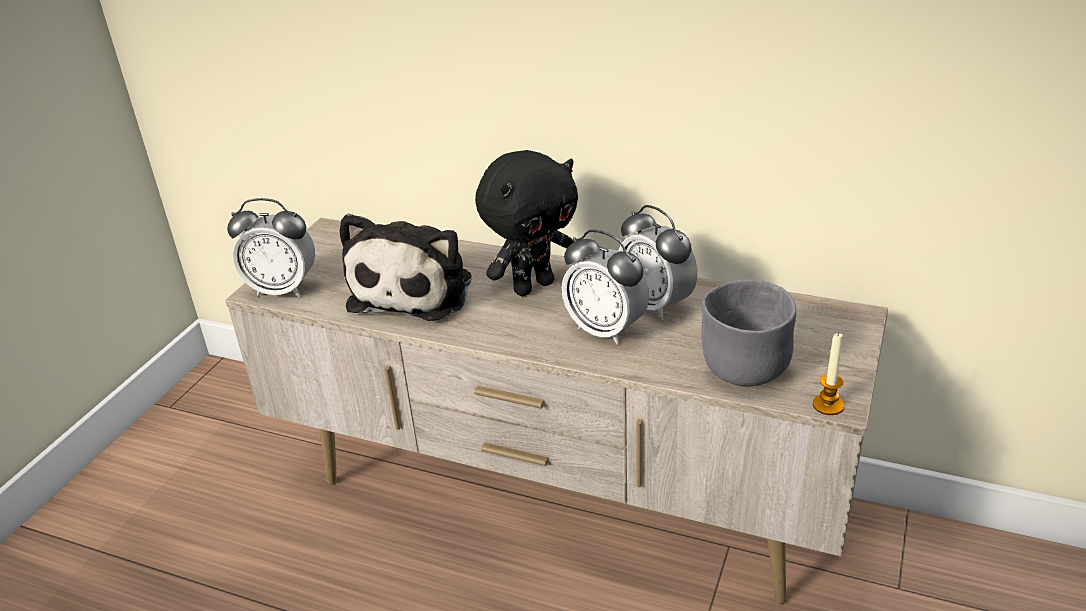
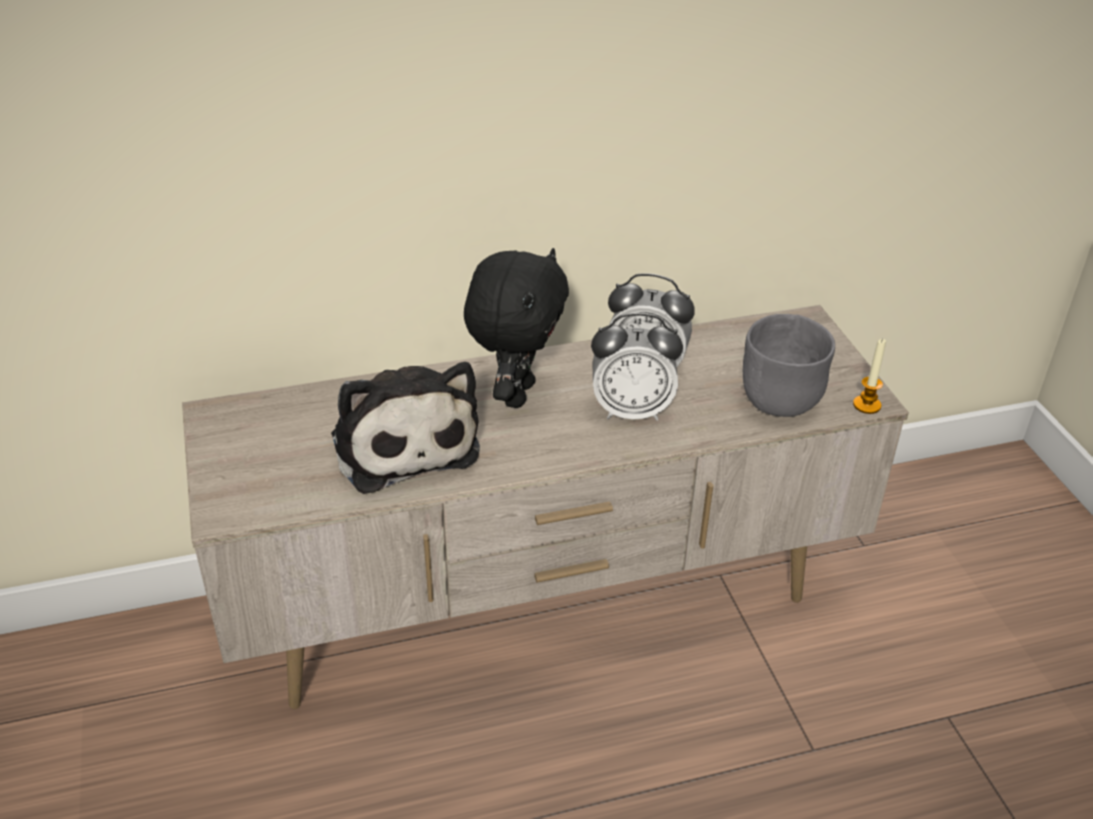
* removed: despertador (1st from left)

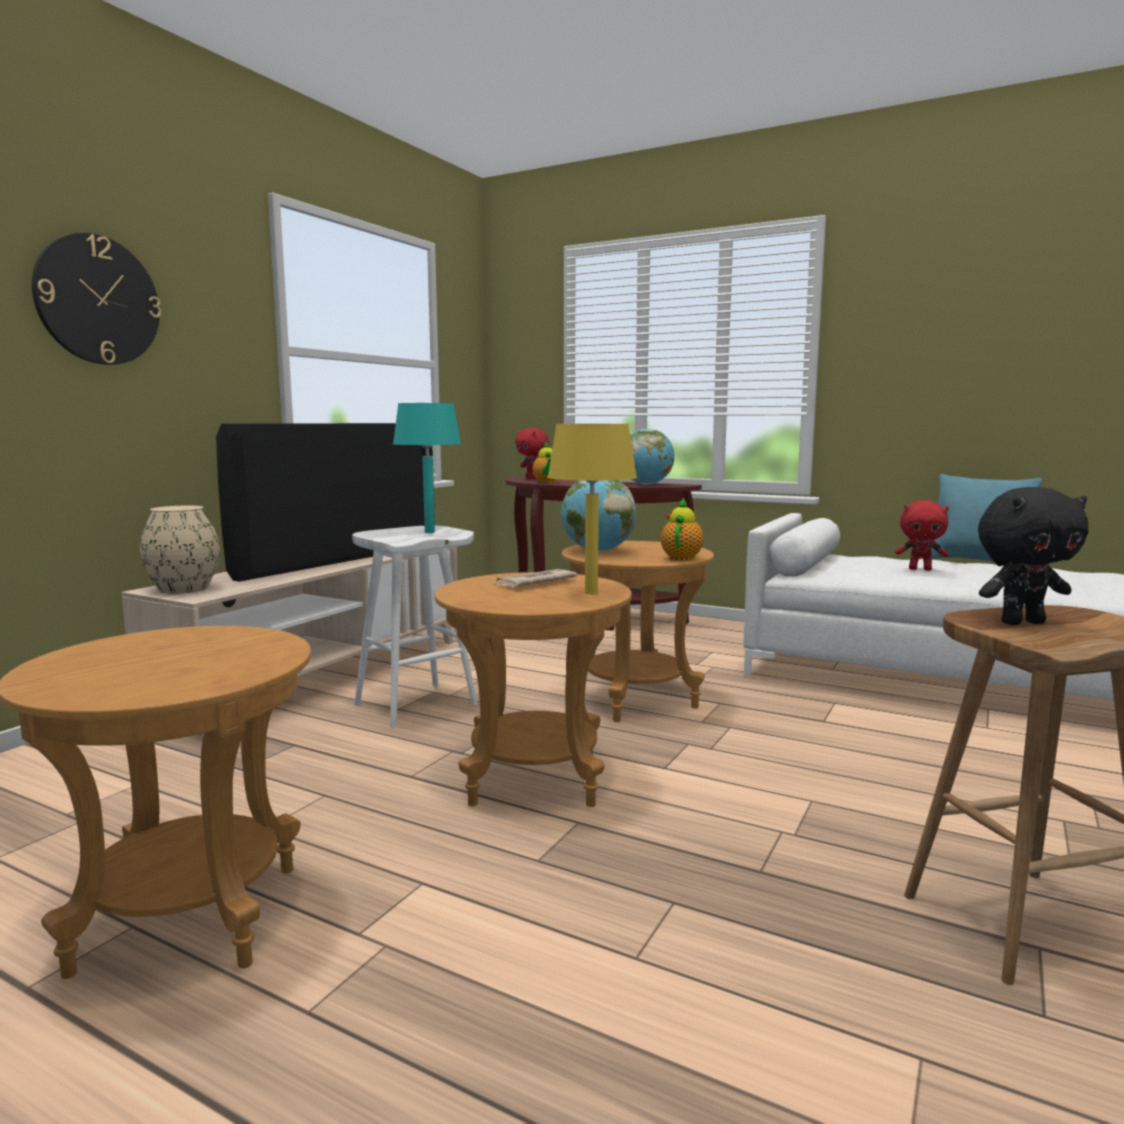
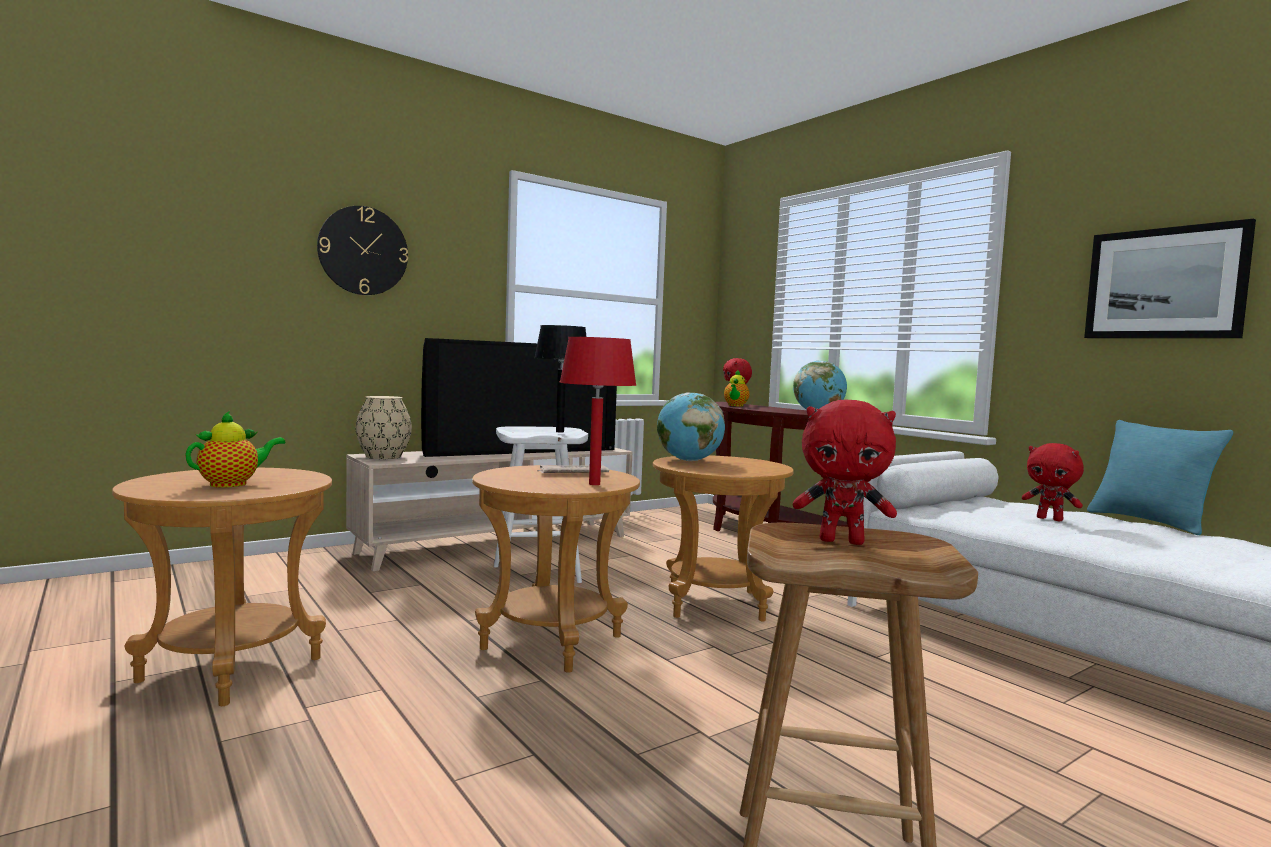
* recoloured: lámpara de mesa (turquesa) to lámpara de mesa (negro)
* recoloured: lámpara de mesa (amarillo) to lámpara de mesa (rojo)
* moved: tetera (2nd from left in the first image) to tetera (1st from left)
* recoloured: peluche (negro) to peluche (rojo) (2nd from left)
* added: cuadro

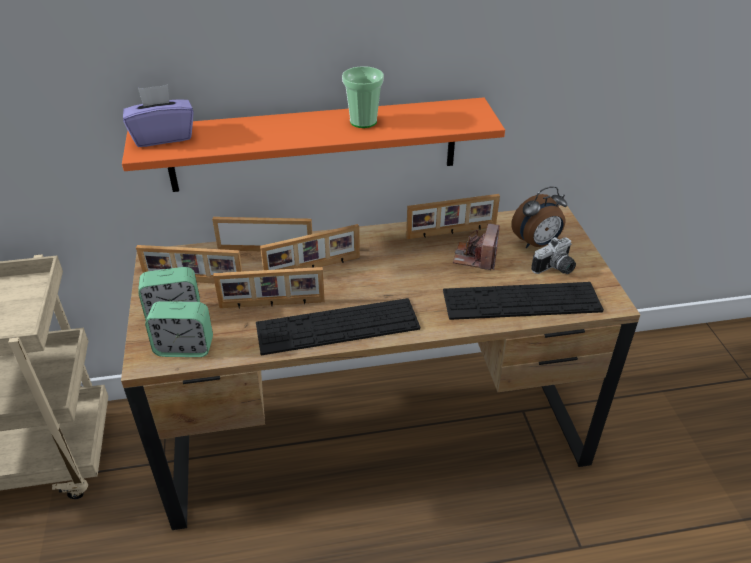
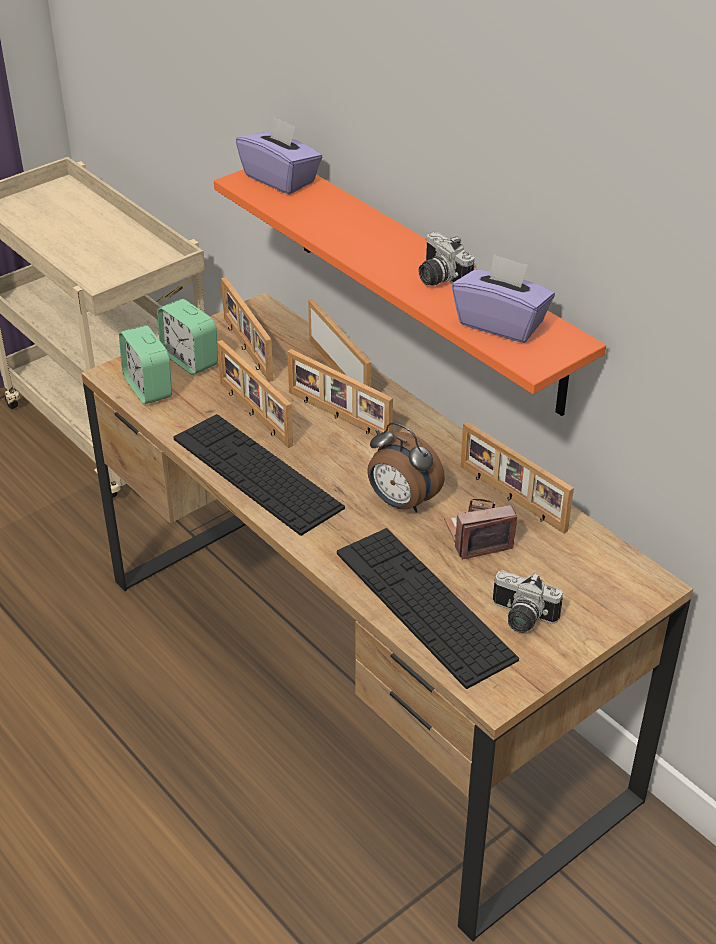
* replaced: taza to cámara (1st from left)
* moved: despertador (3rd from left)
* added: caja de pañuelos (morado) (2nd from left)

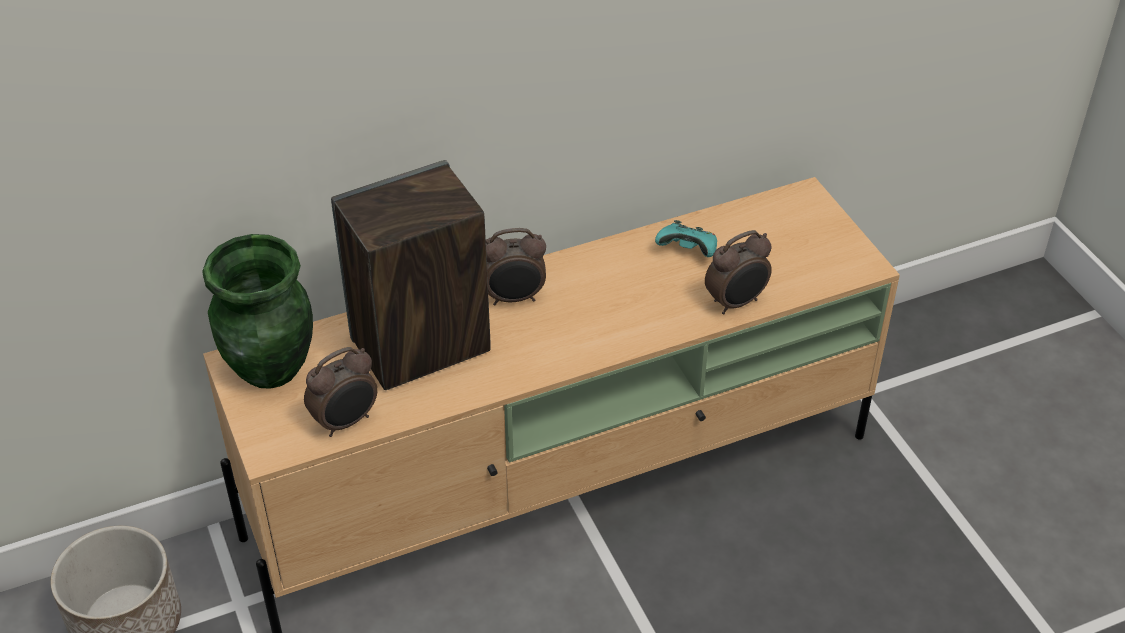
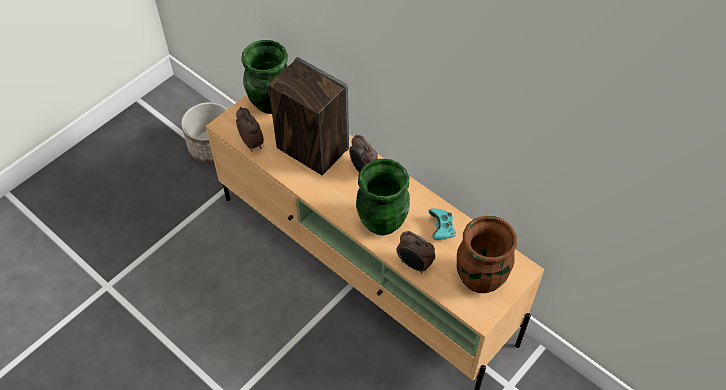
* turned: despertador (1st from left) 150 degrees counterclockwise
* added: florero (verde) (2nd from left)
* added: florero (marrón)

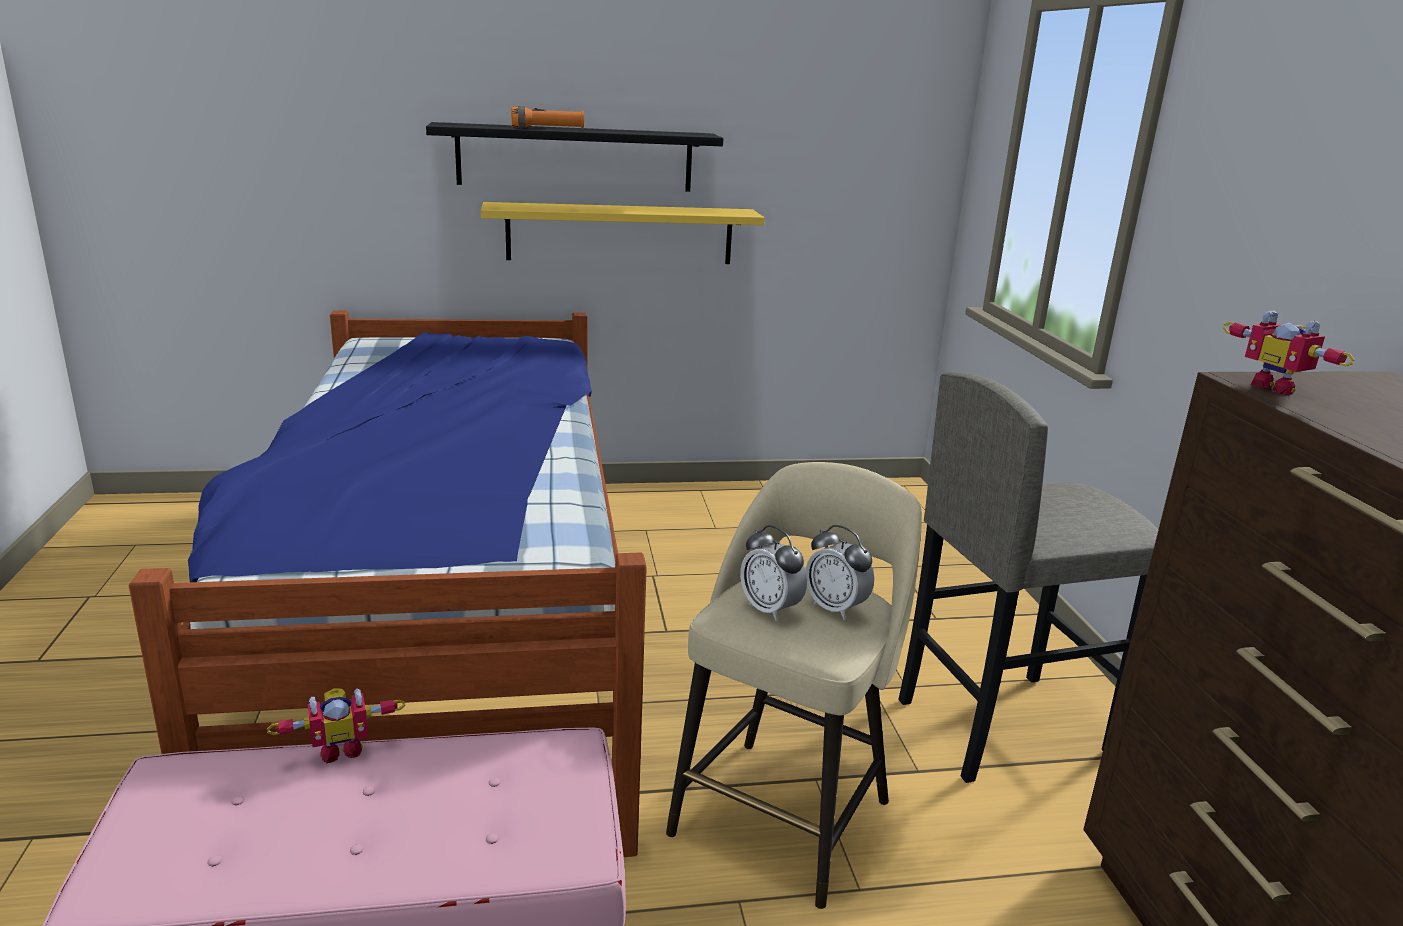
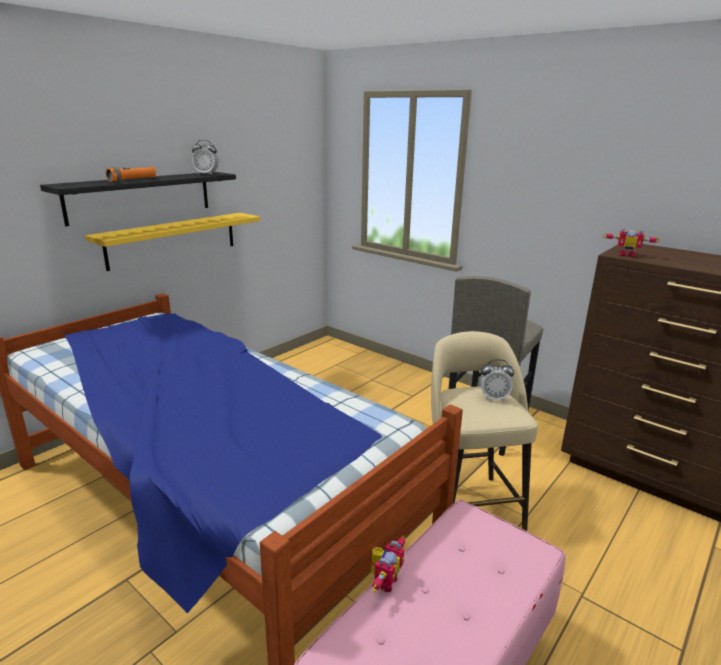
* moved: despertador (1st from left)

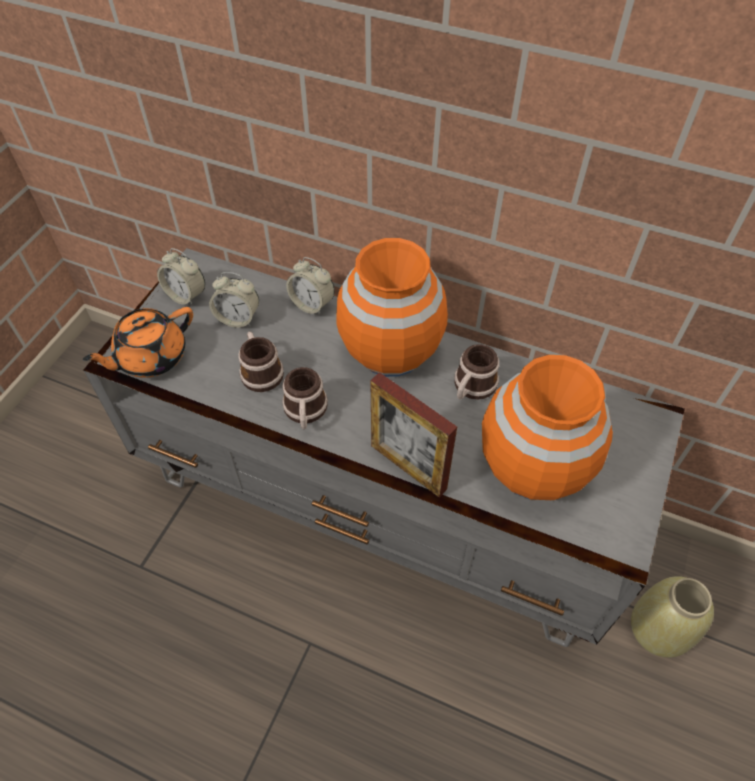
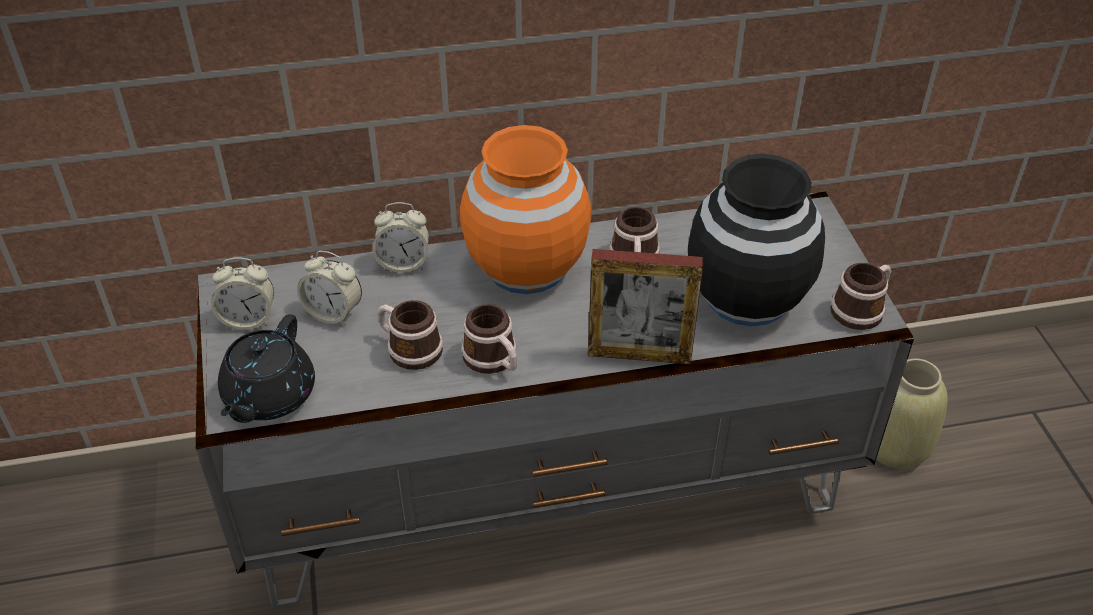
* recoloured: tetera (naranja) to tetera (negro)
* turned: despertador (2nd from left) 45 degrees clockwise
* recoloured: florero (naranja) (2nd from left) to florero (negro)
* added: taza grande (4th from left)

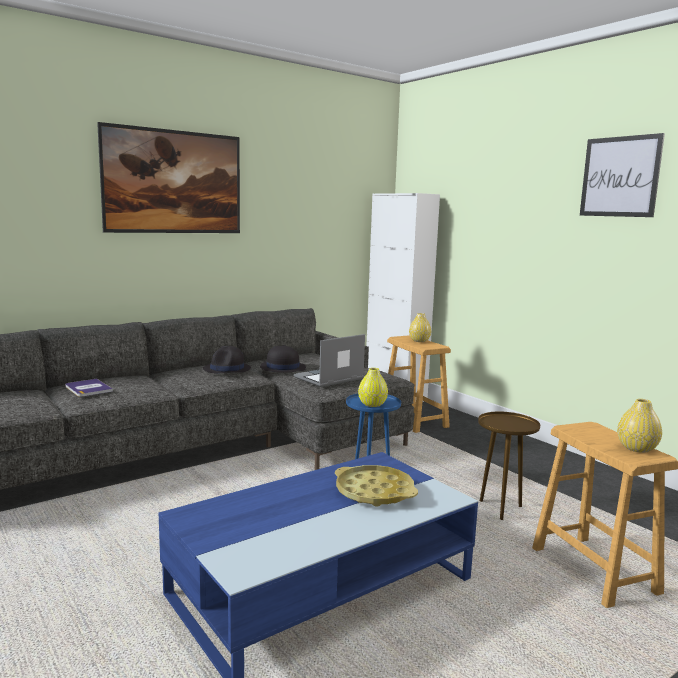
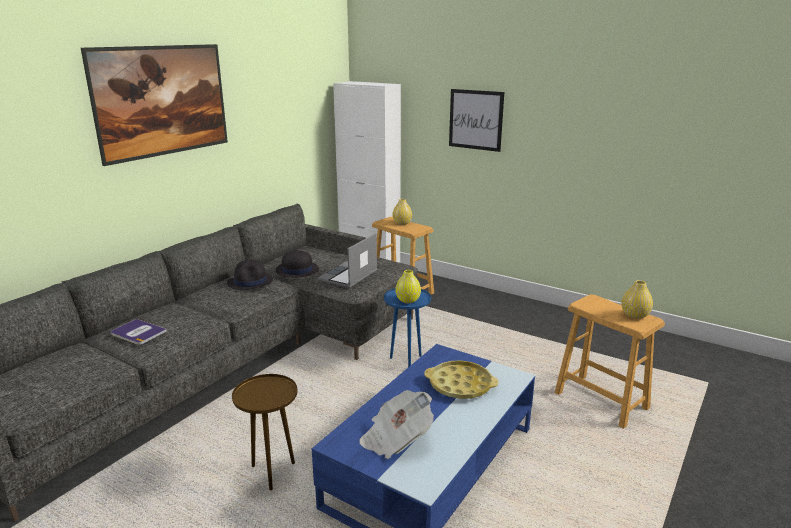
* moved: mesa auxiliar (marrón)
* moved: cuadro (2nd from left)
* added: periódico

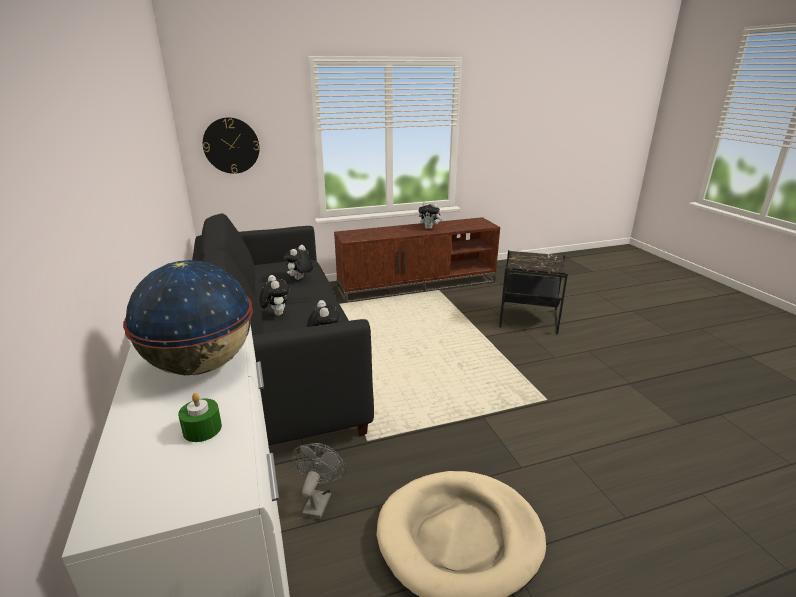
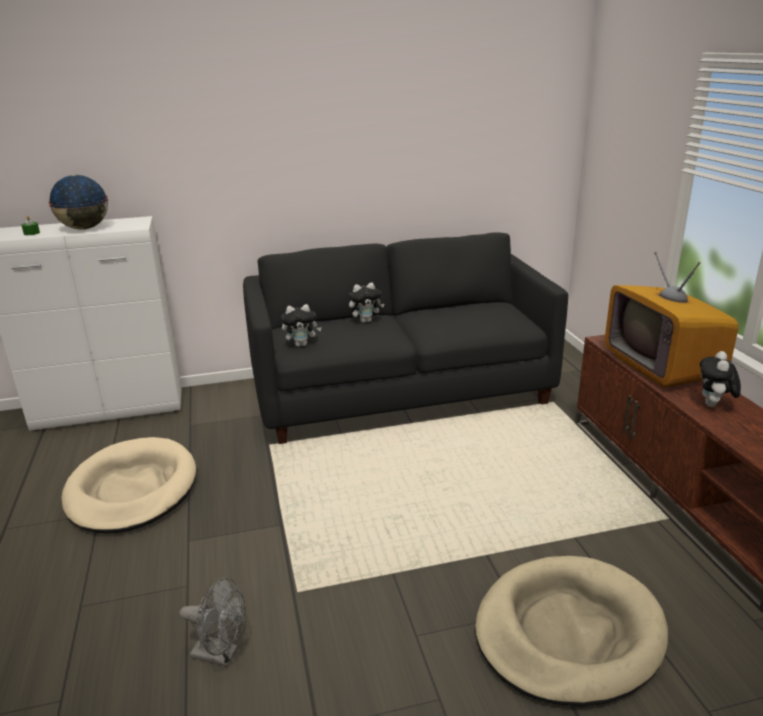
* removed: reloj de pared
* removed: peluche (2nd from left)
* moved: ventilador (gris)
* replaced: mesa auxiliar (negro) to cama para perro (beis) (2nd from left)
* added: televisor

